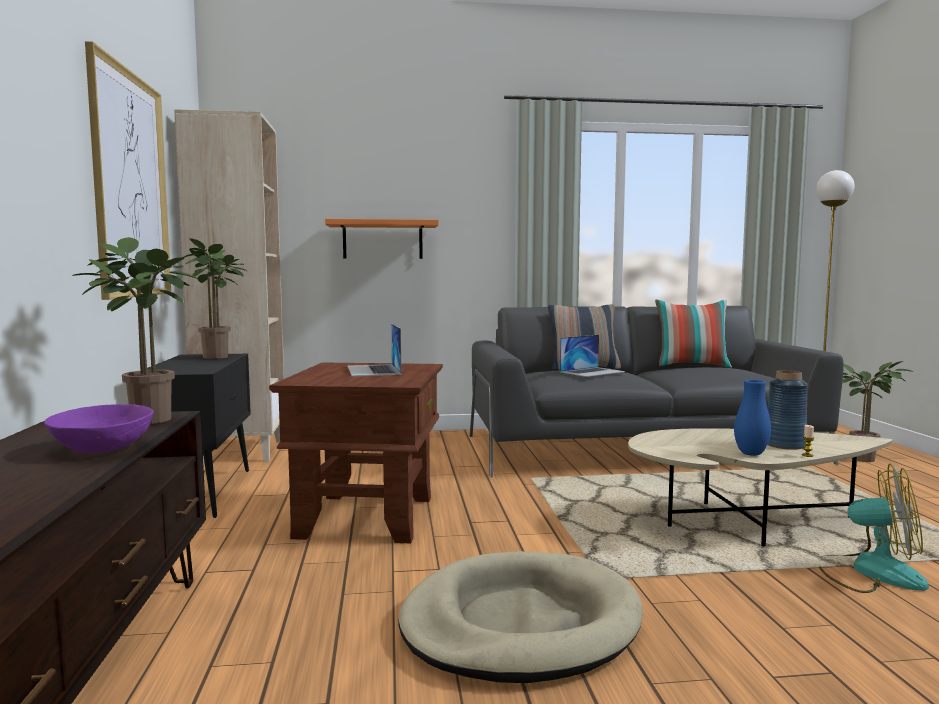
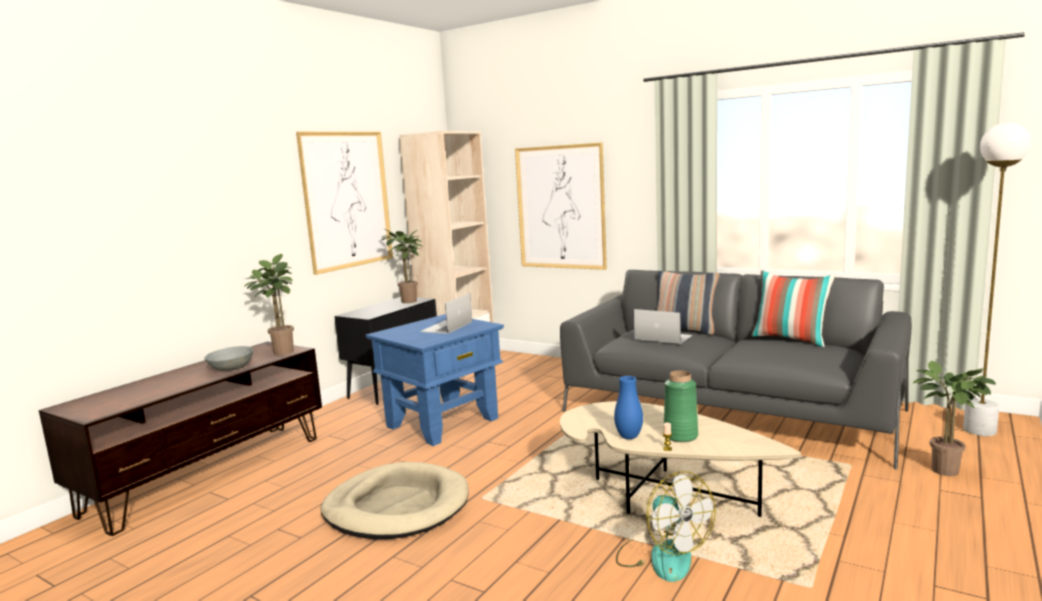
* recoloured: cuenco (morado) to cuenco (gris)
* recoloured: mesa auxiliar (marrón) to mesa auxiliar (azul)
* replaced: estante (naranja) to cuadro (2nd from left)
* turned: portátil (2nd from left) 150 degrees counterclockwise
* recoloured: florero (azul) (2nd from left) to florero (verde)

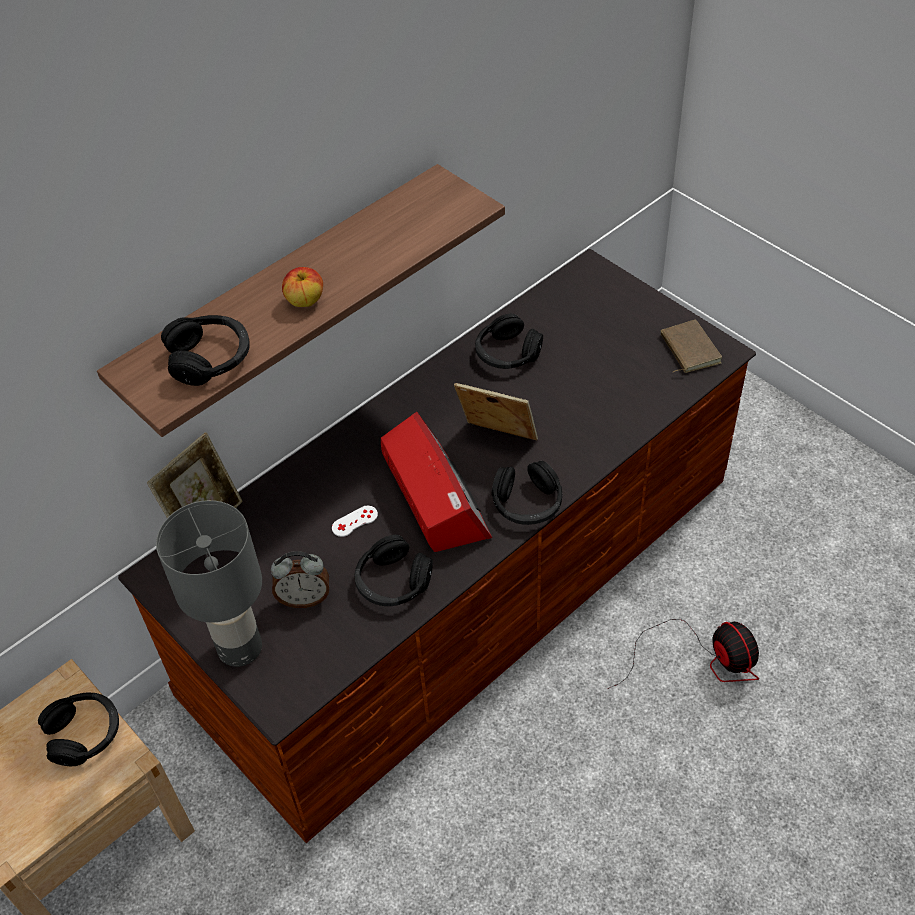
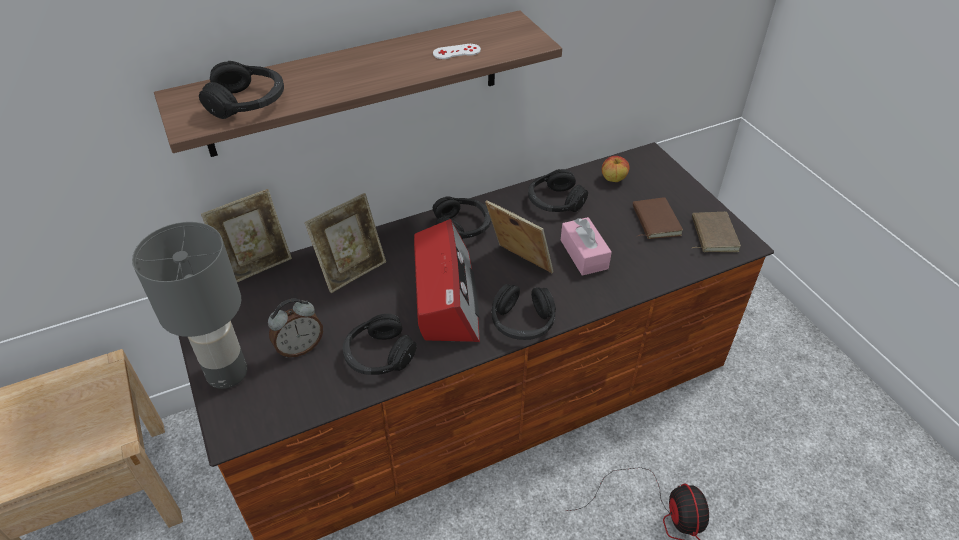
* moved: auriculares (negro) (1st from left in the first image) to auriculares (negro) (3rd from left)
* turned: despertador 45 degrees counterclockwise
* moved: manzana
* moved: mando de consola (blanco)
* added: portarretratos (2nd from left)
* added: caja de pañuelos (rosa)
* added: libro (marrón) (1st from left)

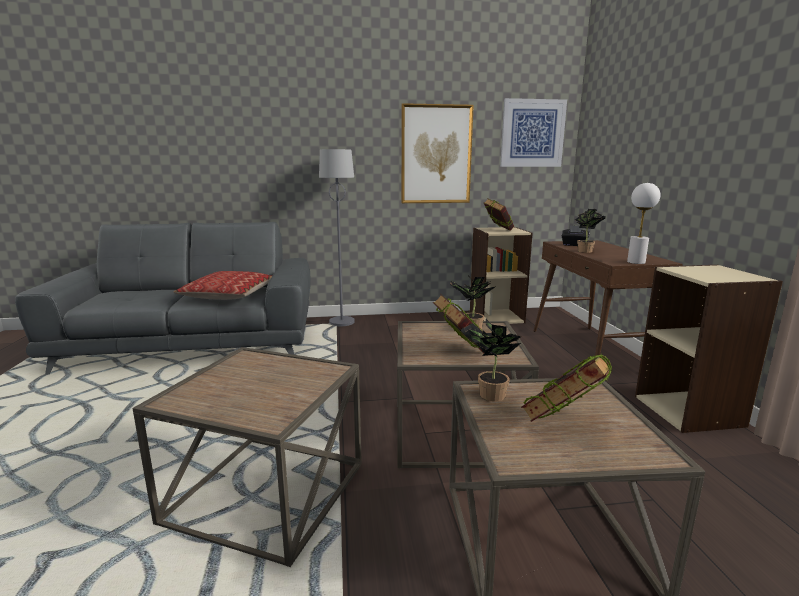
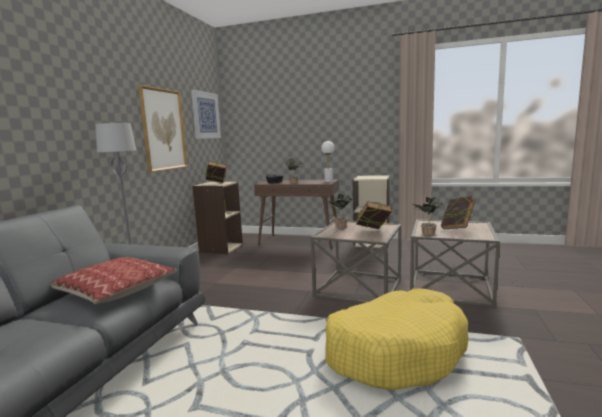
* replaced: mesa auxiliar (marrón) (1st from left) to cama para perro (amarillo)

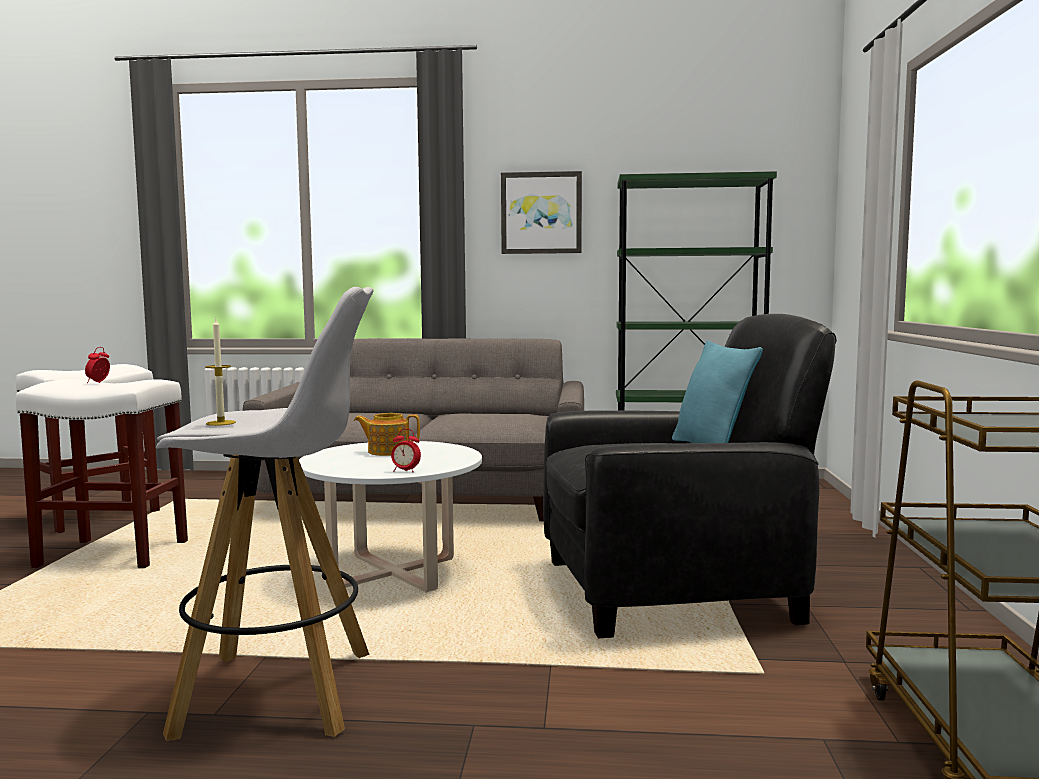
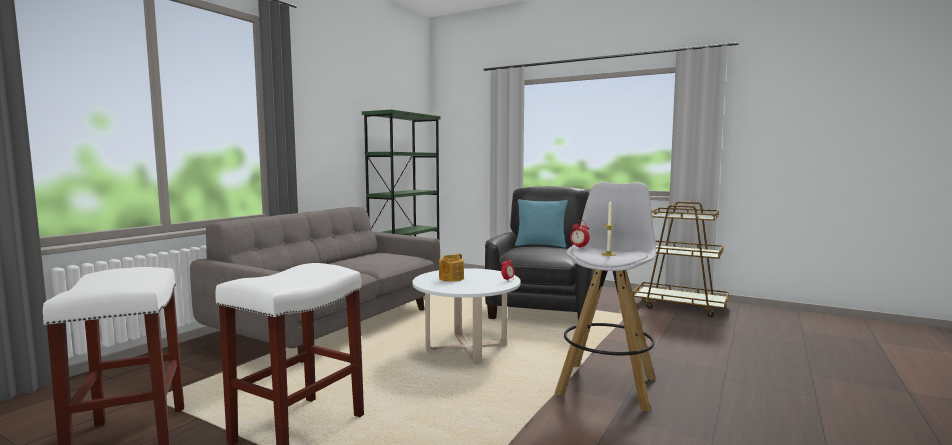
* moved: despertador (1st from left in the first image) to despertador (2nd from left)
* removed: cuadro

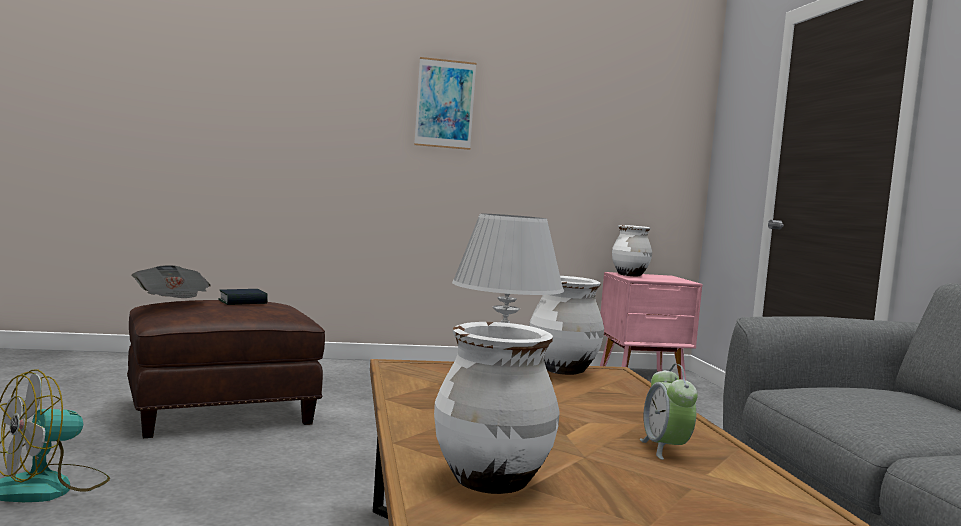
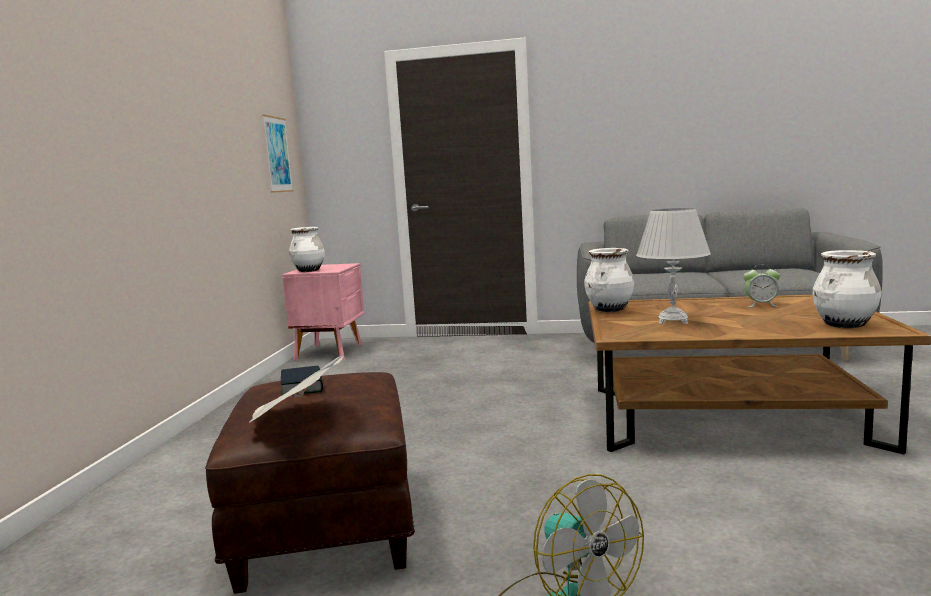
* moved: cuadro

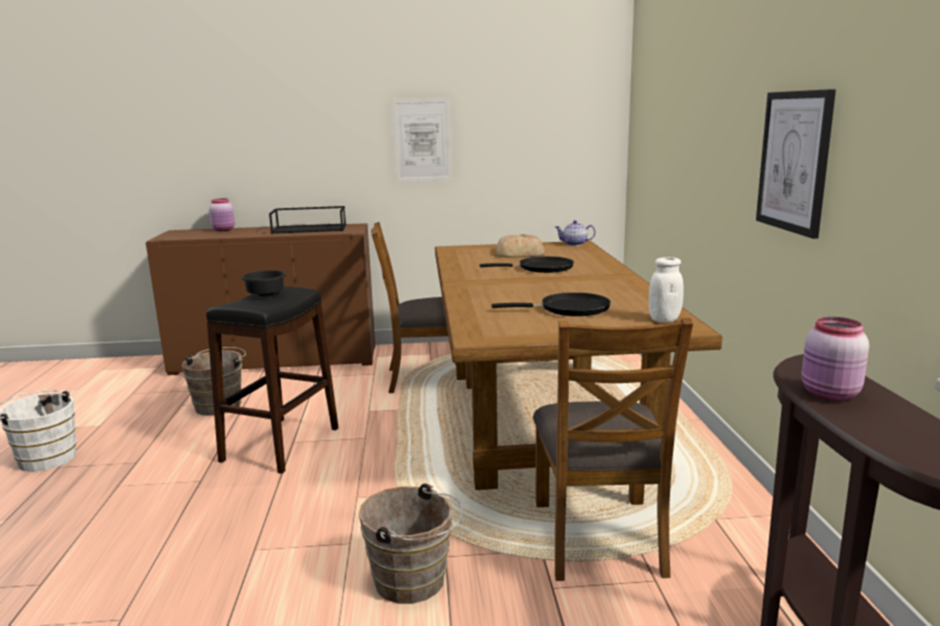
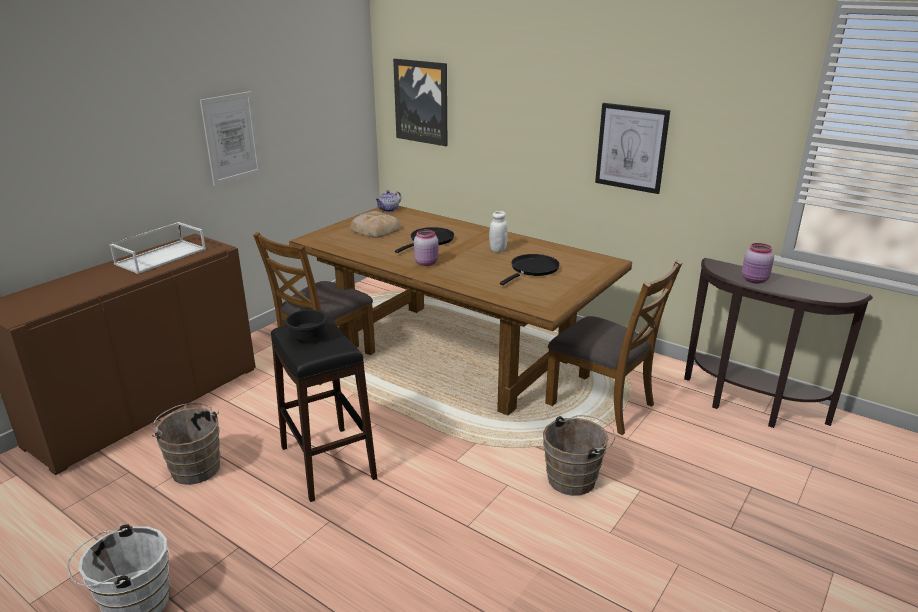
* moved: tarro (rosa) (1st from left)
* recoloured: bandeja (negro) to bandeja (blanco)
* moved: tarro (blanco)
* added: cuadro (2nd from left)

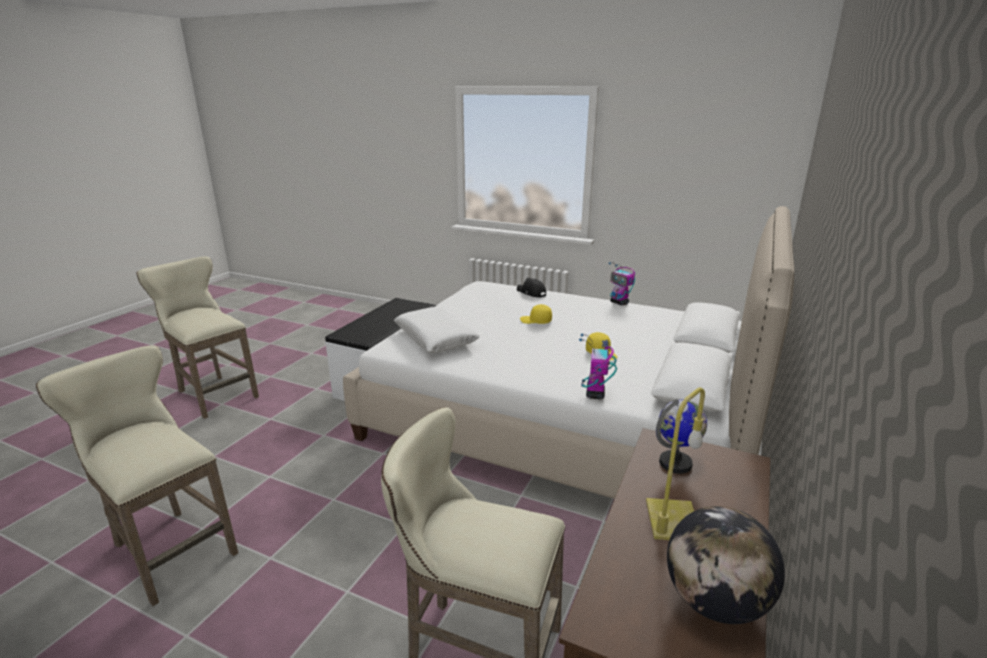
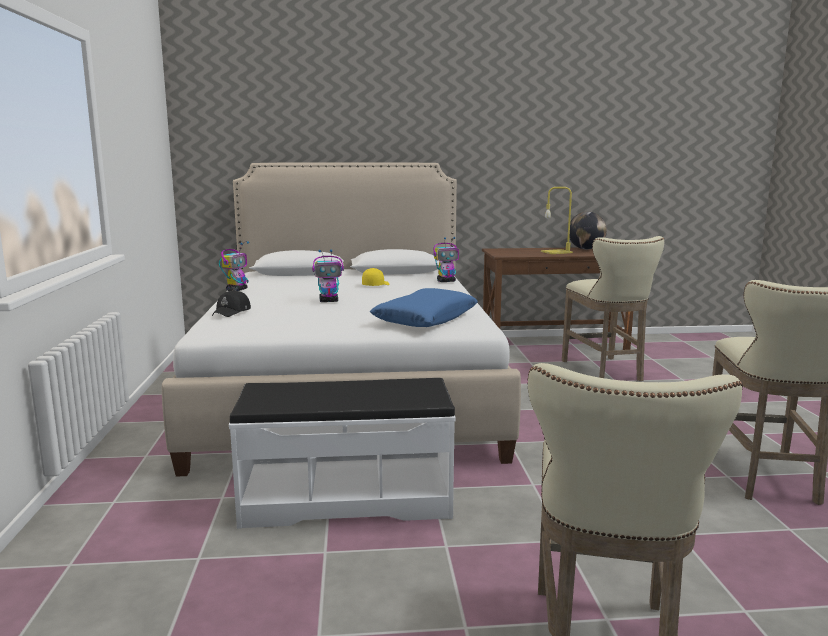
* recoloured: cojín (blanco) to cojín (azul)
* replaced: gorra (amarillo) (1st from left) to robot de juguete (2nd from left)
* removed: globo terráqueo (1st from left)

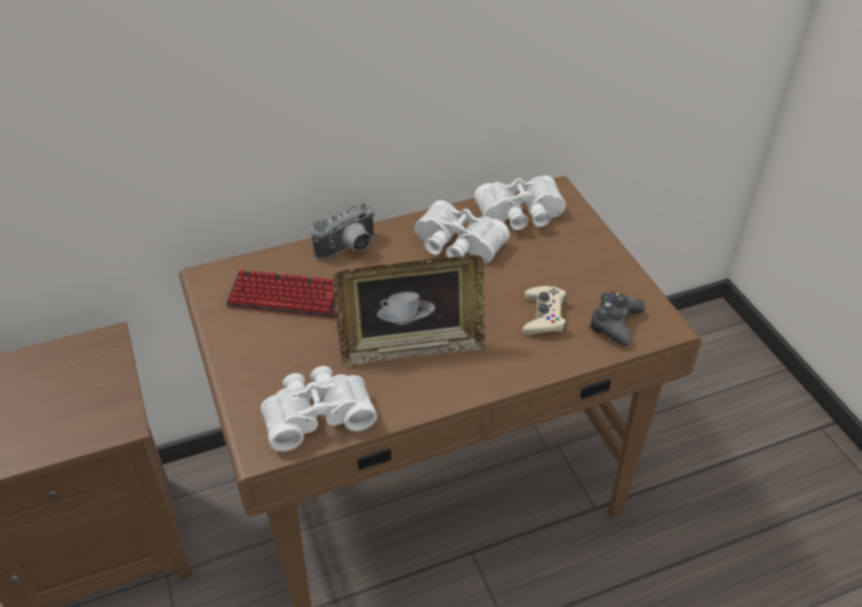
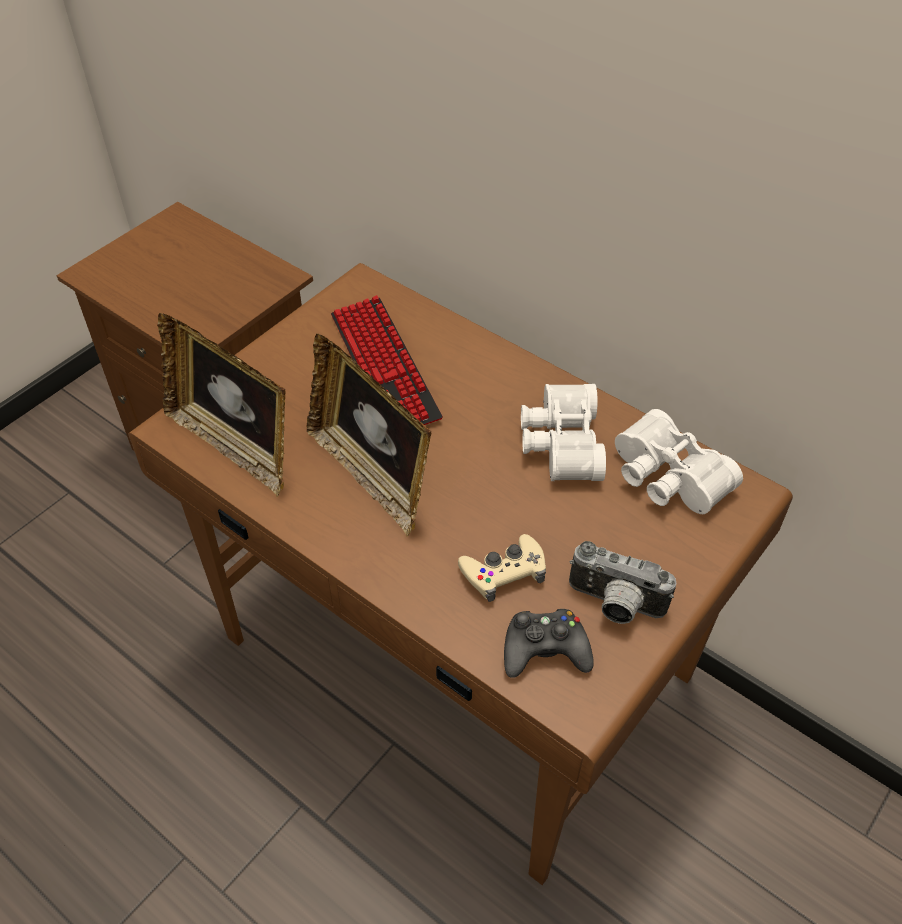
* replaced: prismáticos (blanco) (1st from left) to portarretratos (1st from left)
* moved: cámara

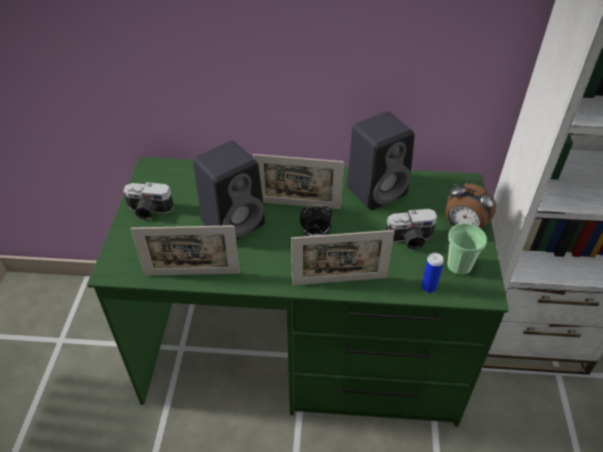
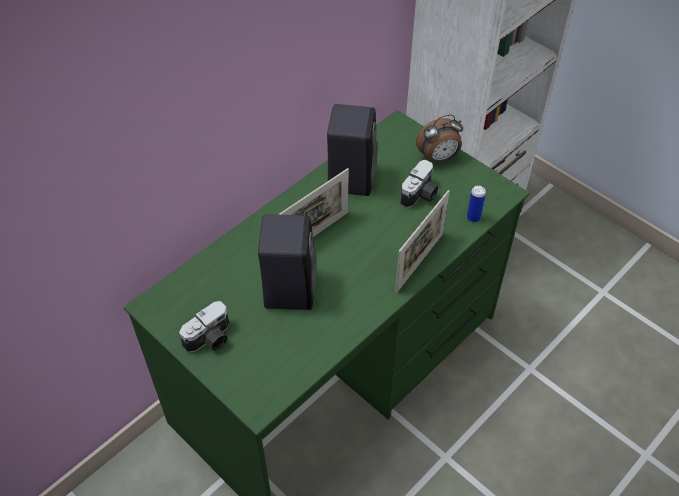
* removed: portarretratos (1st from left)
* removed: despertador (1st from left)
* removed: taza

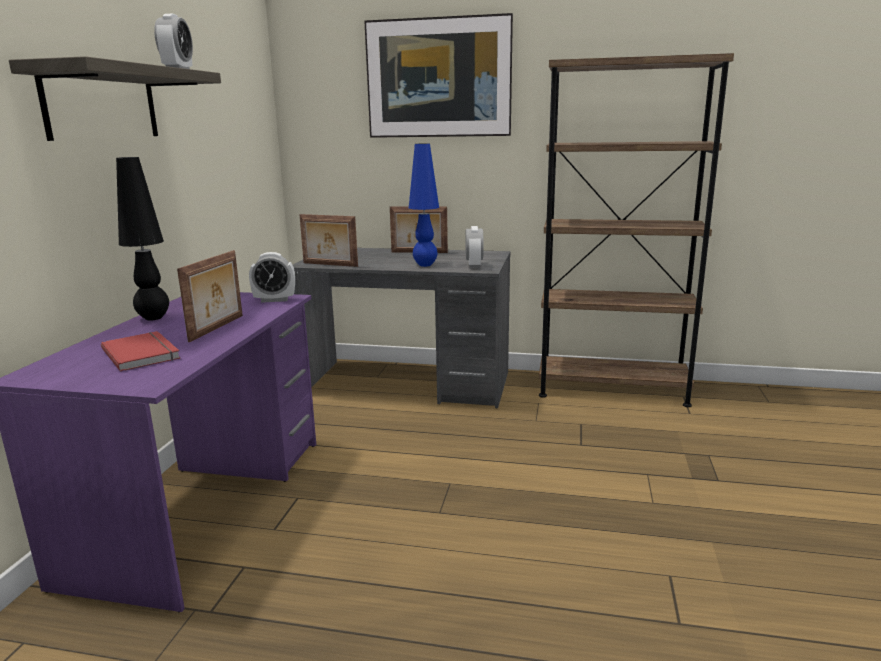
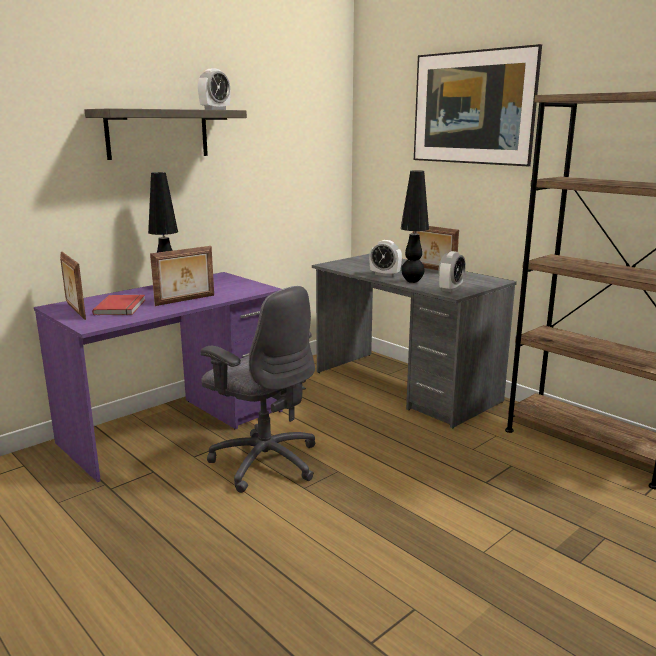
* moved: despertador (2nd from left)
* moved: portarretratos (2nd from left in the first image) to portarretratos (1st from left)
* recoloured: lámpara de mesa (azul) to lámpara de mesa (negro) (2nd from left)
* added: silla de oficina (gris)

